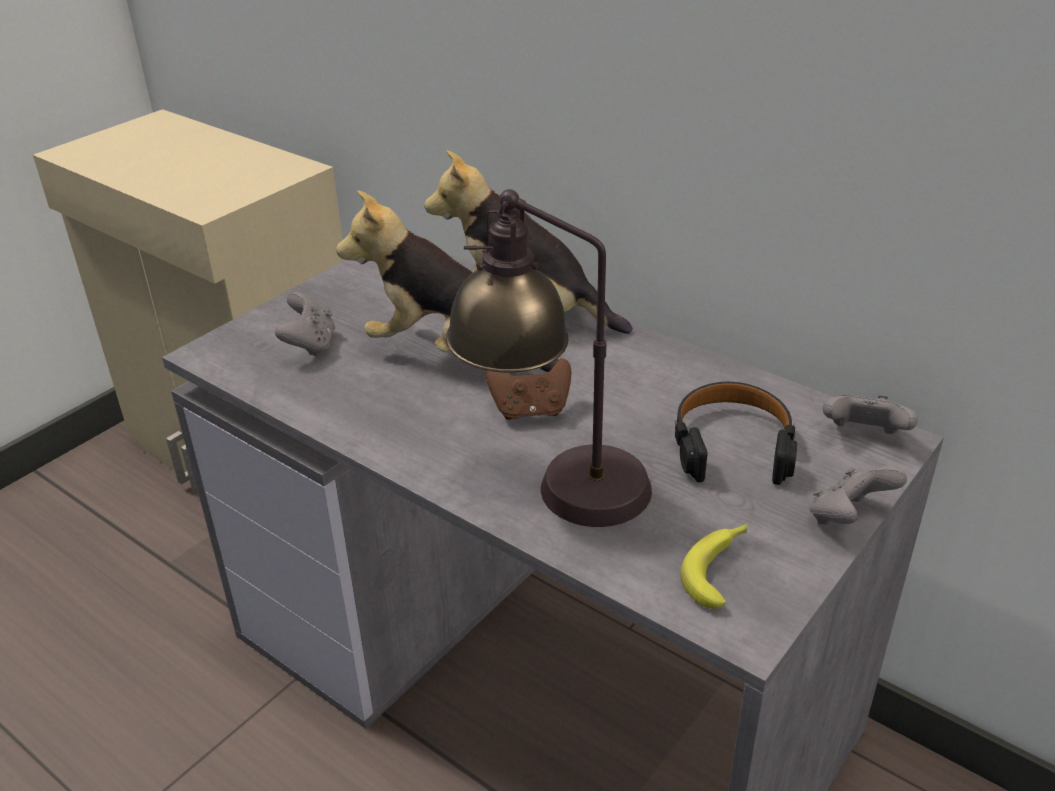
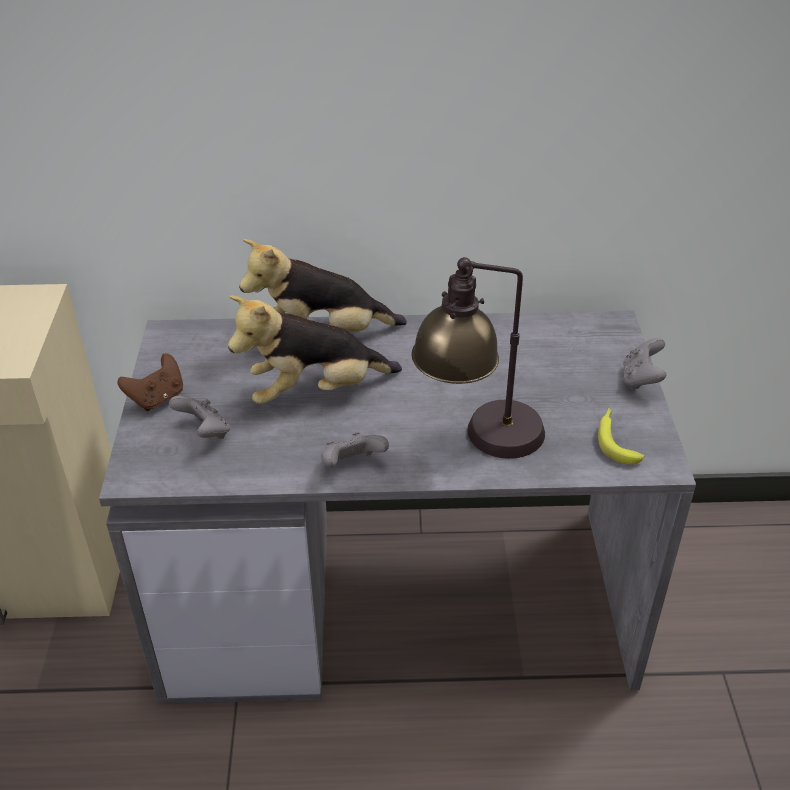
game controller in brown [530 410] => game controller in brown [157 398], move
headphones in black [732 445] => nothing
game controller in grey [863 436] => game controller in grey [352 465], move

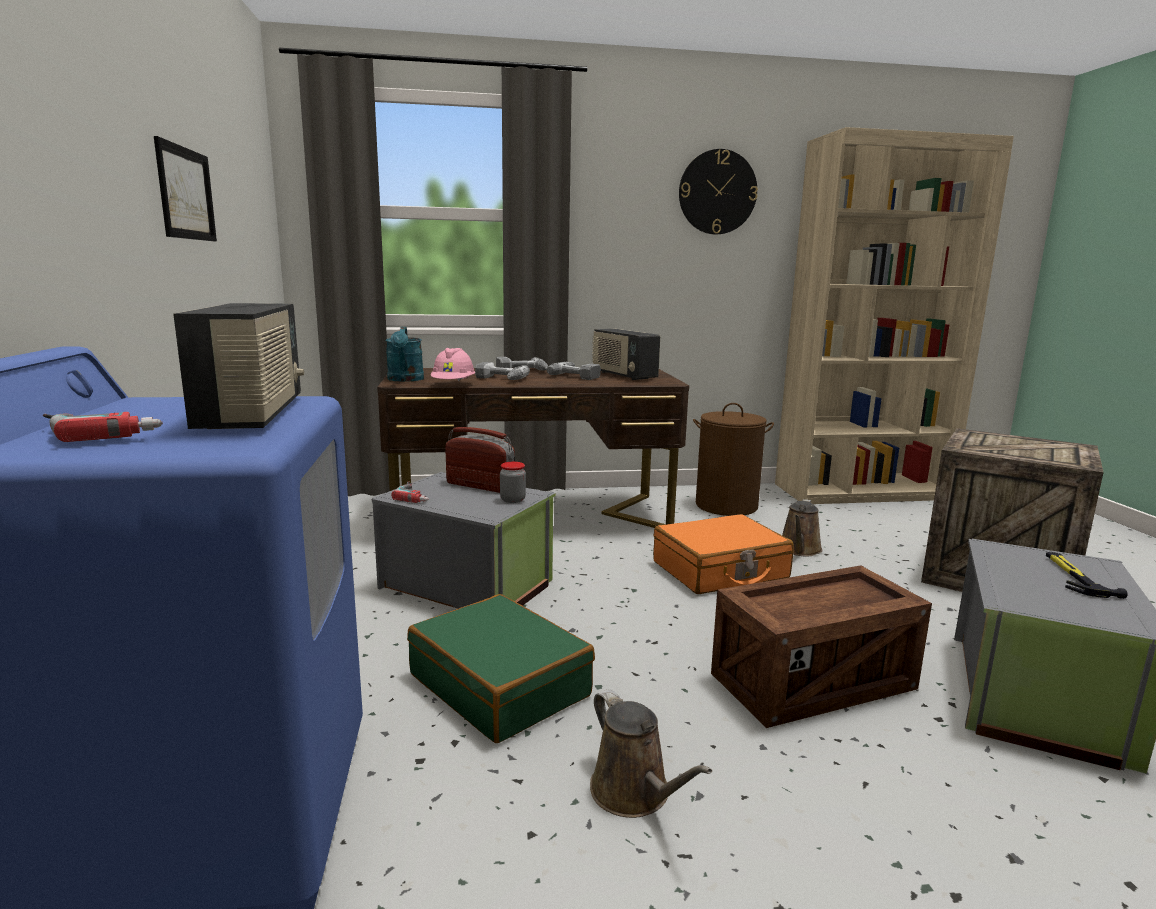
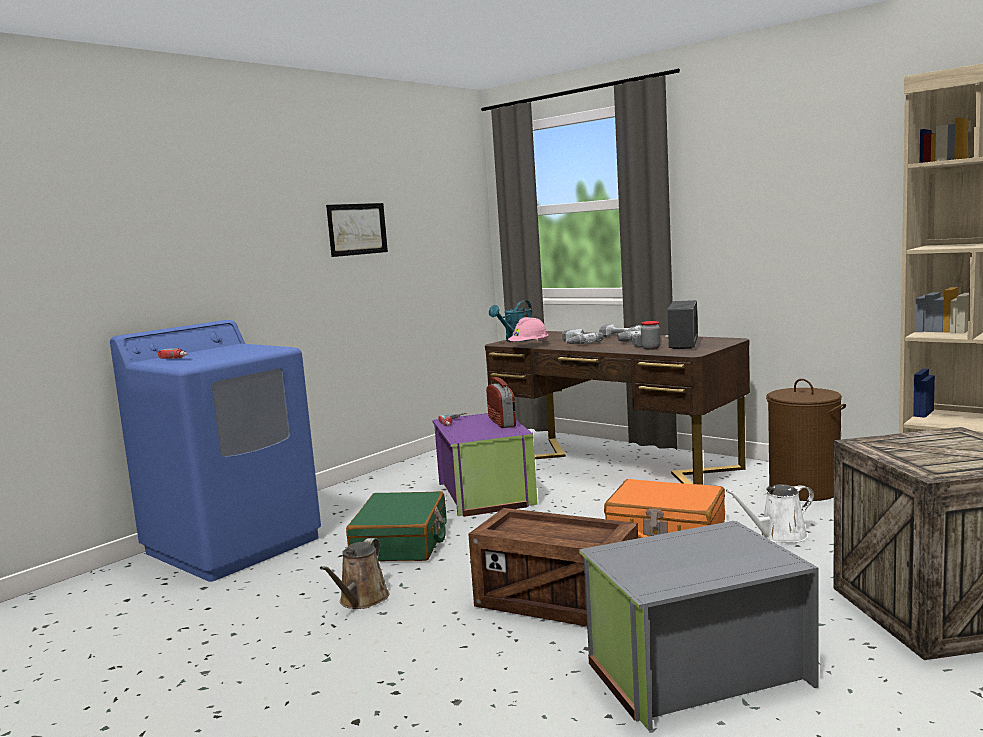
radio [254 414] => nothing
storage box in grey [466 586] => storage box in purple [484 494]
jar [512 500] => jar [651 348], move
wall clock [717 192] => nothing
watering can in brown [799 550] => watering can in white [779 536]
hammer [1074 577] => nothing

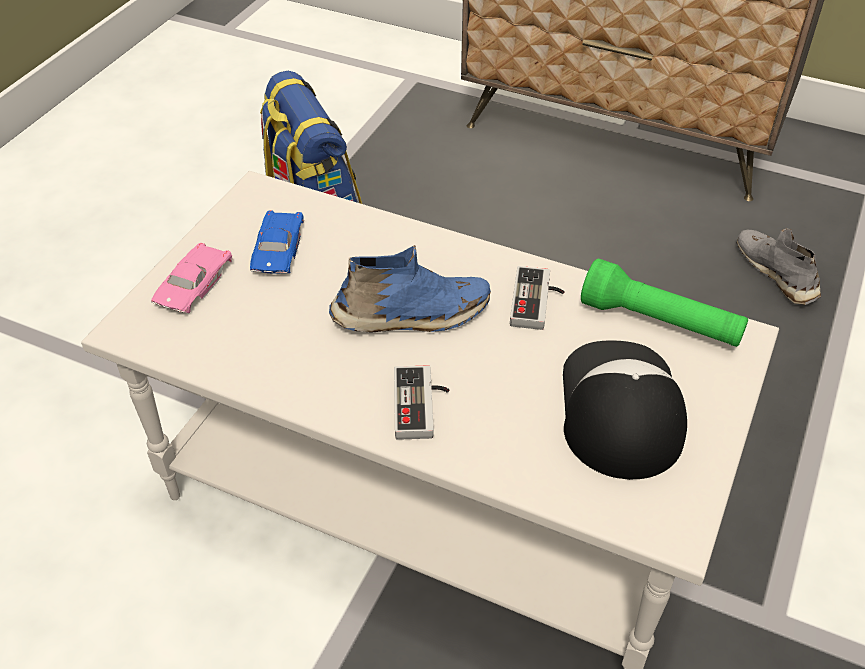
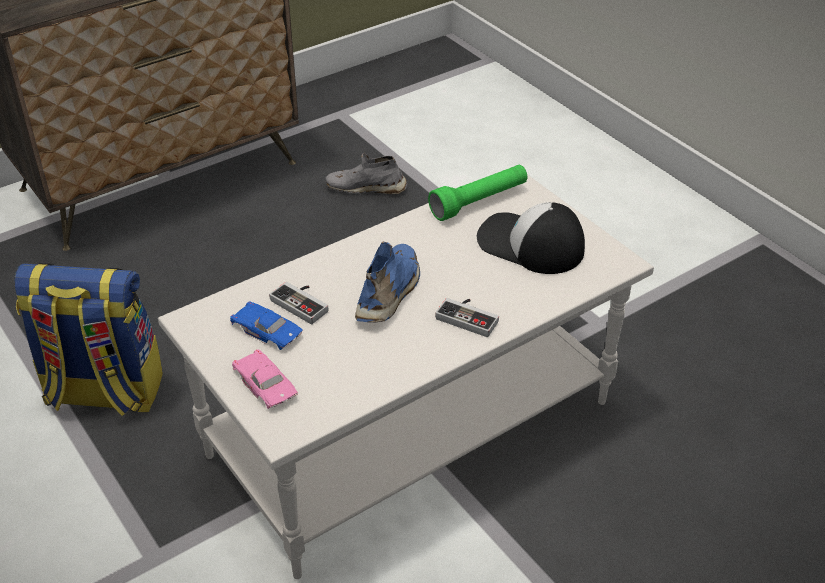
game controller [538 302] => game controller [303 303], move

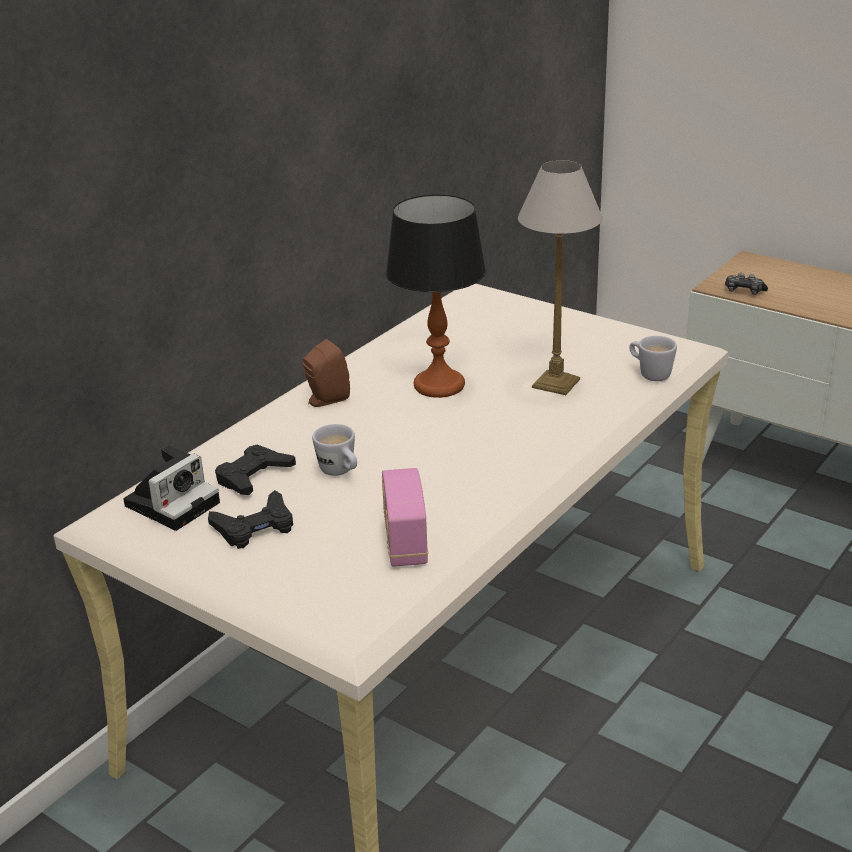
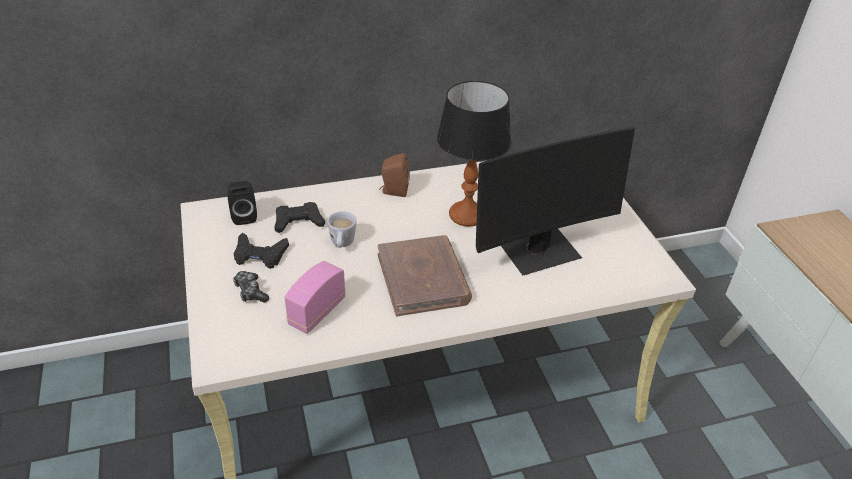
photo camera [174 502] => speaker in black [244 216]
table lamp [555 383] => monitor [538 251]
mug in white [649 373] => nothing
game controller [744 291] => game controller [251 292], move
nothing => book in brown [423 278]

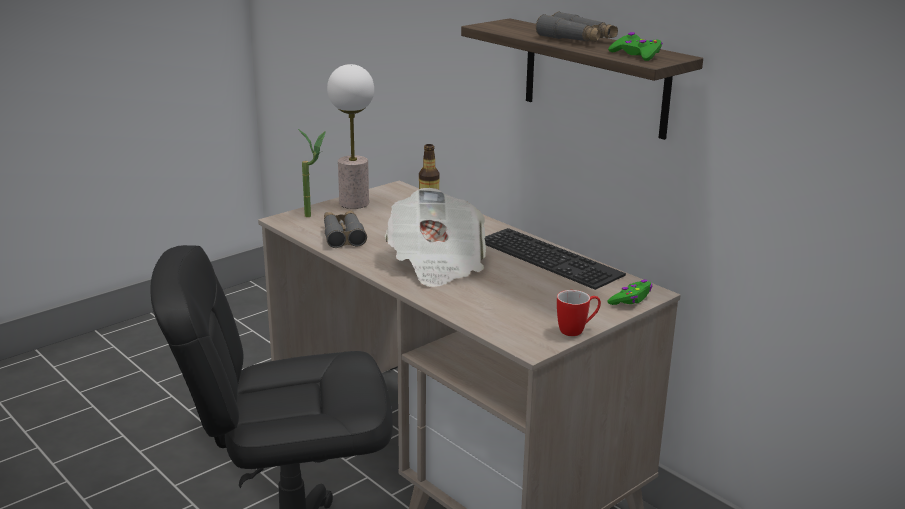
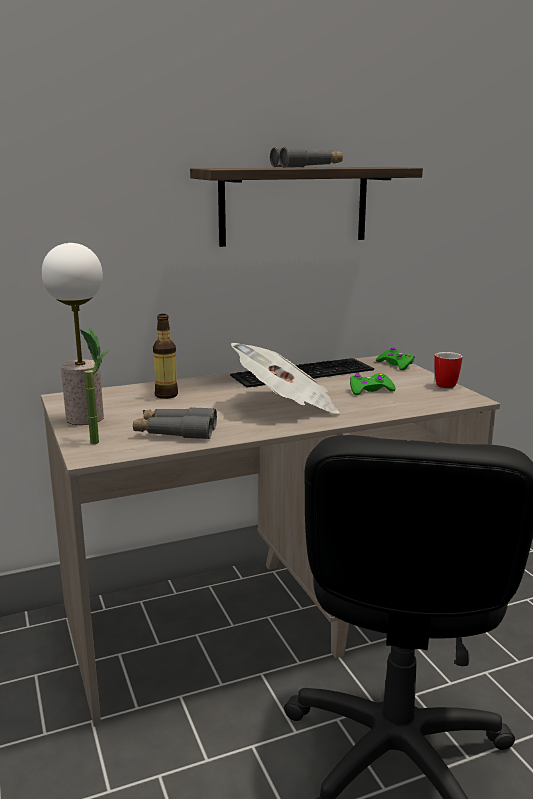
game controller in green [636 55] => game controller in green [370 390], move

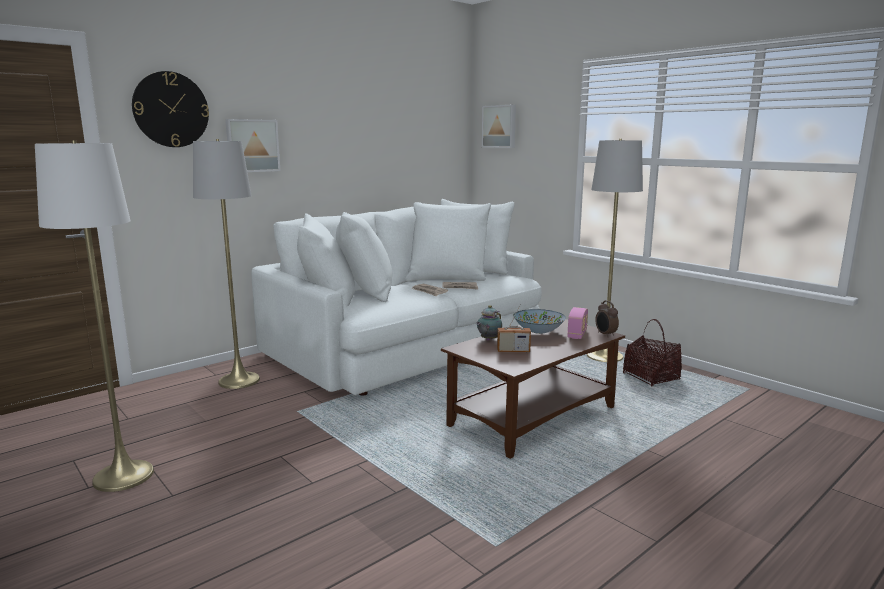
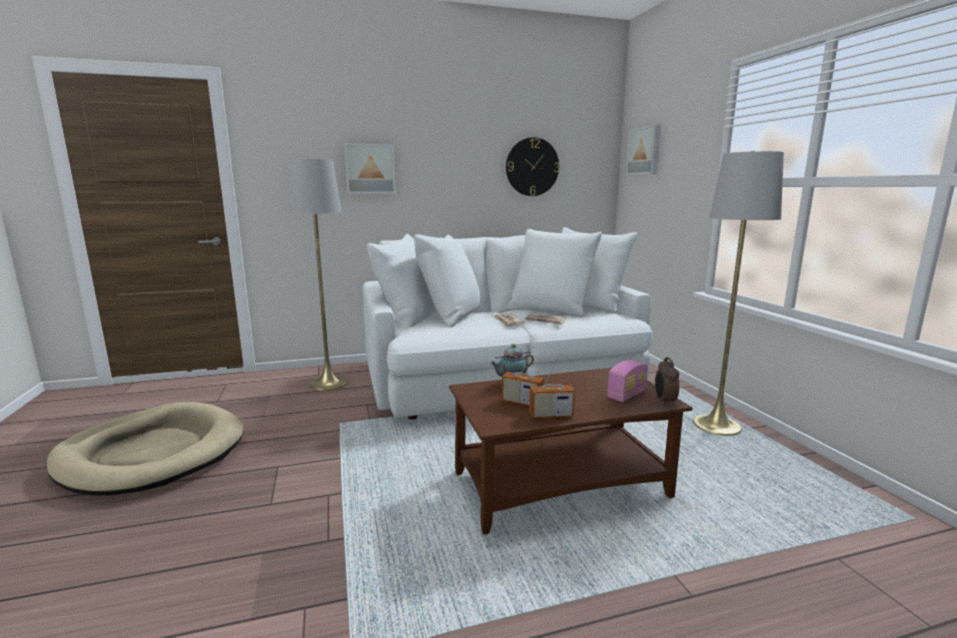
floor lamp in white [123 476] => dog bed in beige [152 453]
wall clock [171 109] => wall clock [532 167], move
bowl [538 331] => nothing
basket [651 377] => nothing
nothing => radio [551 415]

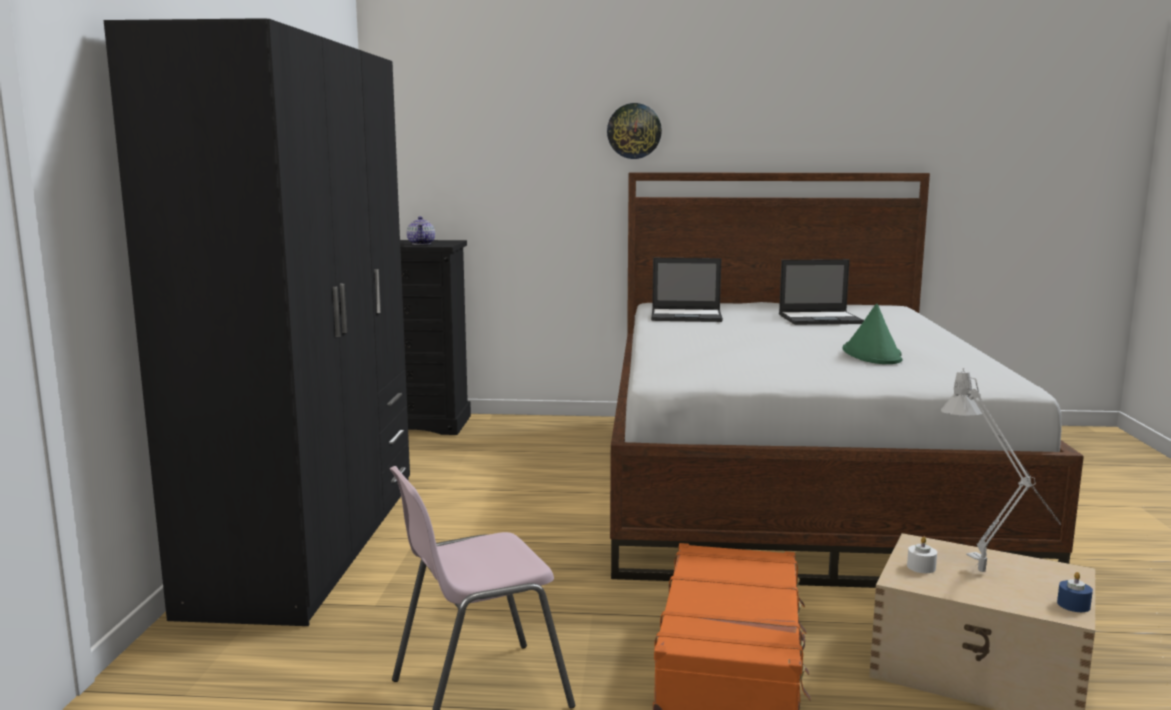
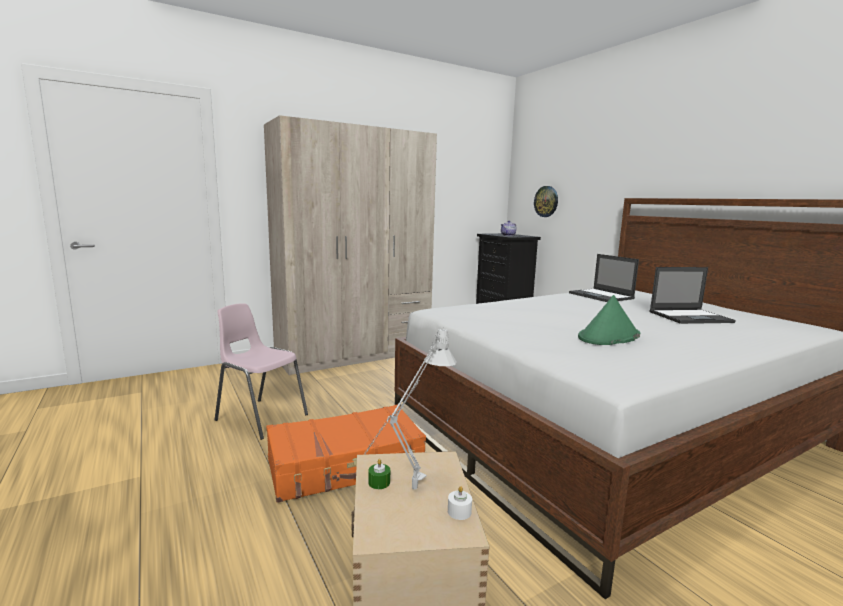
wardrobe in black [309 543] => wardrobe in beige [355 354]
wall clock [634 131] => wall clock [546 201], move
laptop [821 319] => laptop [690 317], 60 degrees counterclockwise
candle in white [921 567] => candle in white [459 511], move
candle in blue [1073 605] => nothing
nothing => candle in green [379 482]

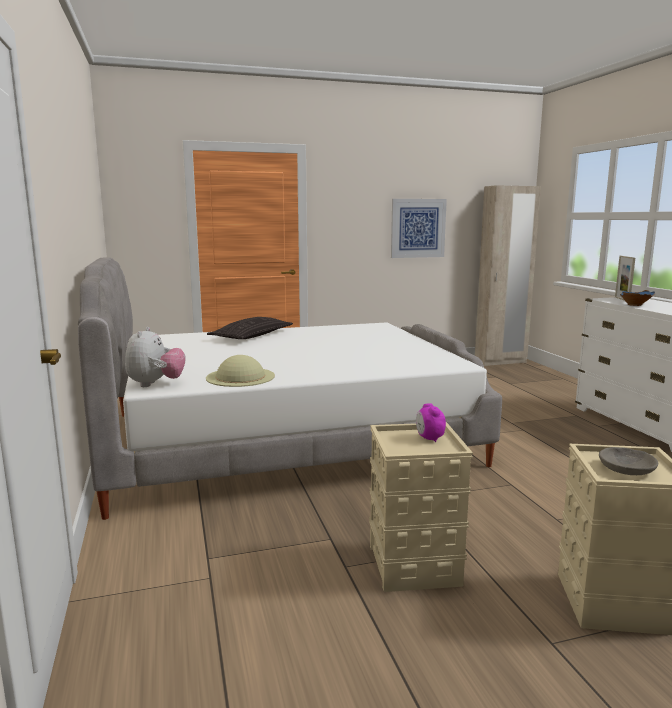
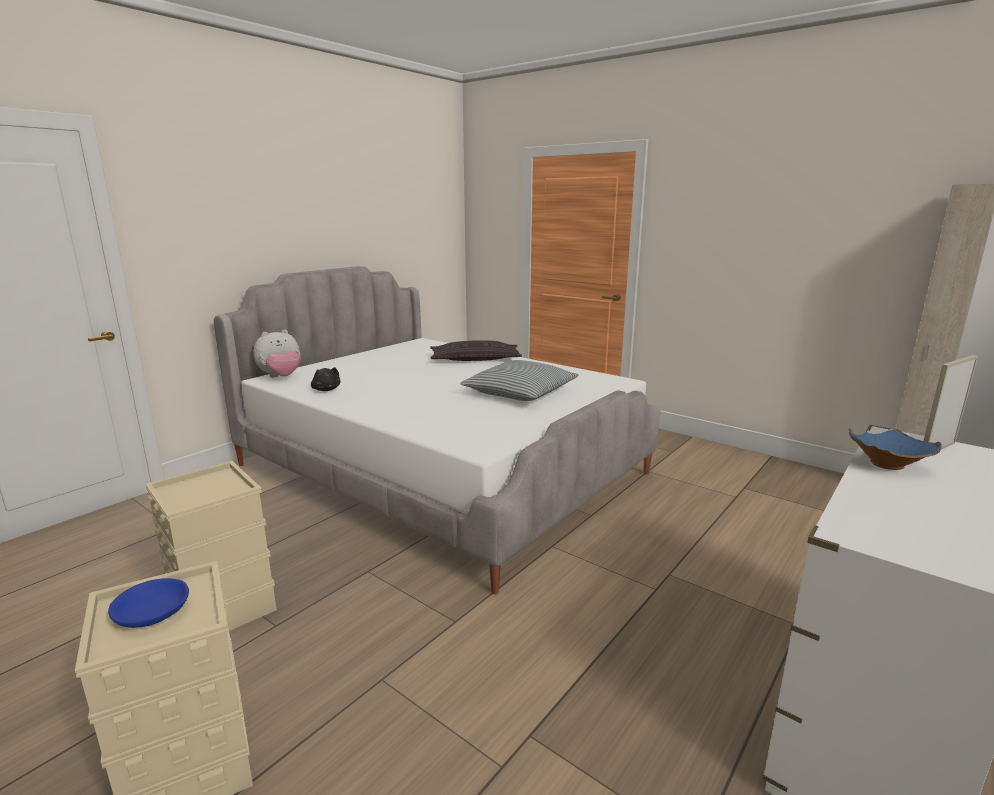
hat in beige [240 377] => plush toy in black [326 390]
picture [418 228] => nothing
alarm clock [429 438] => nothing
bowl in grey [627 469] => bowl in blue [153 613]
nothing => pillow [520 392]

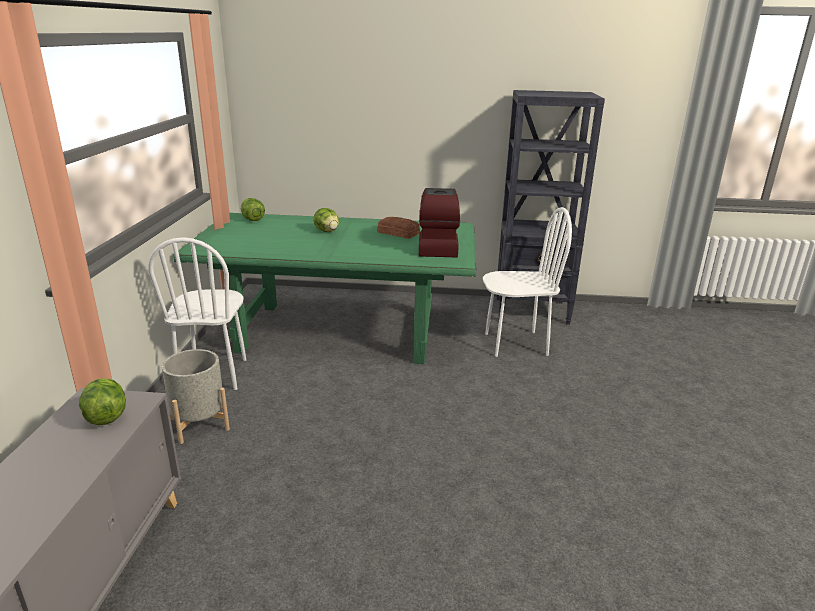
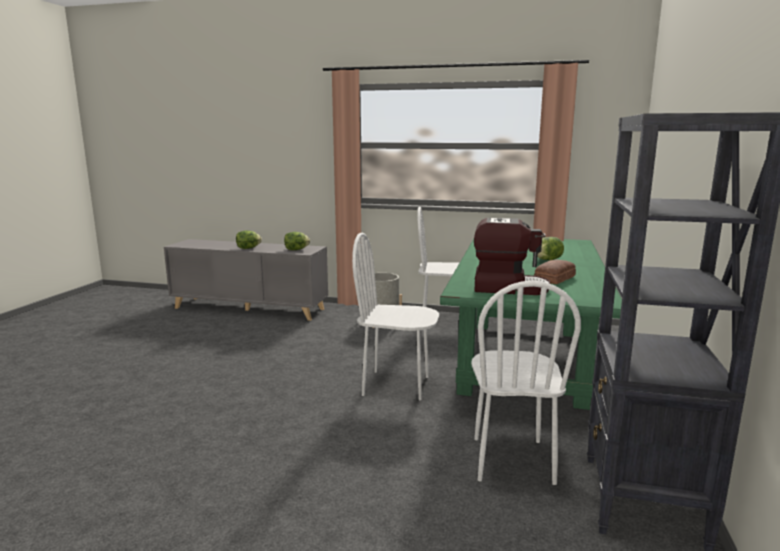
lettuce [252 219] => lettuce [248 248], move
nothing => chair in white [396 385]

